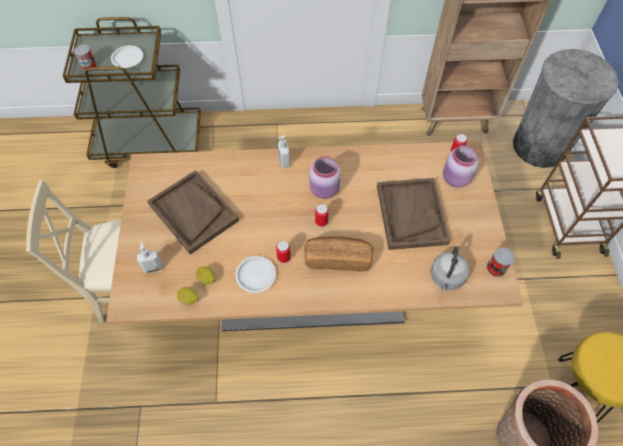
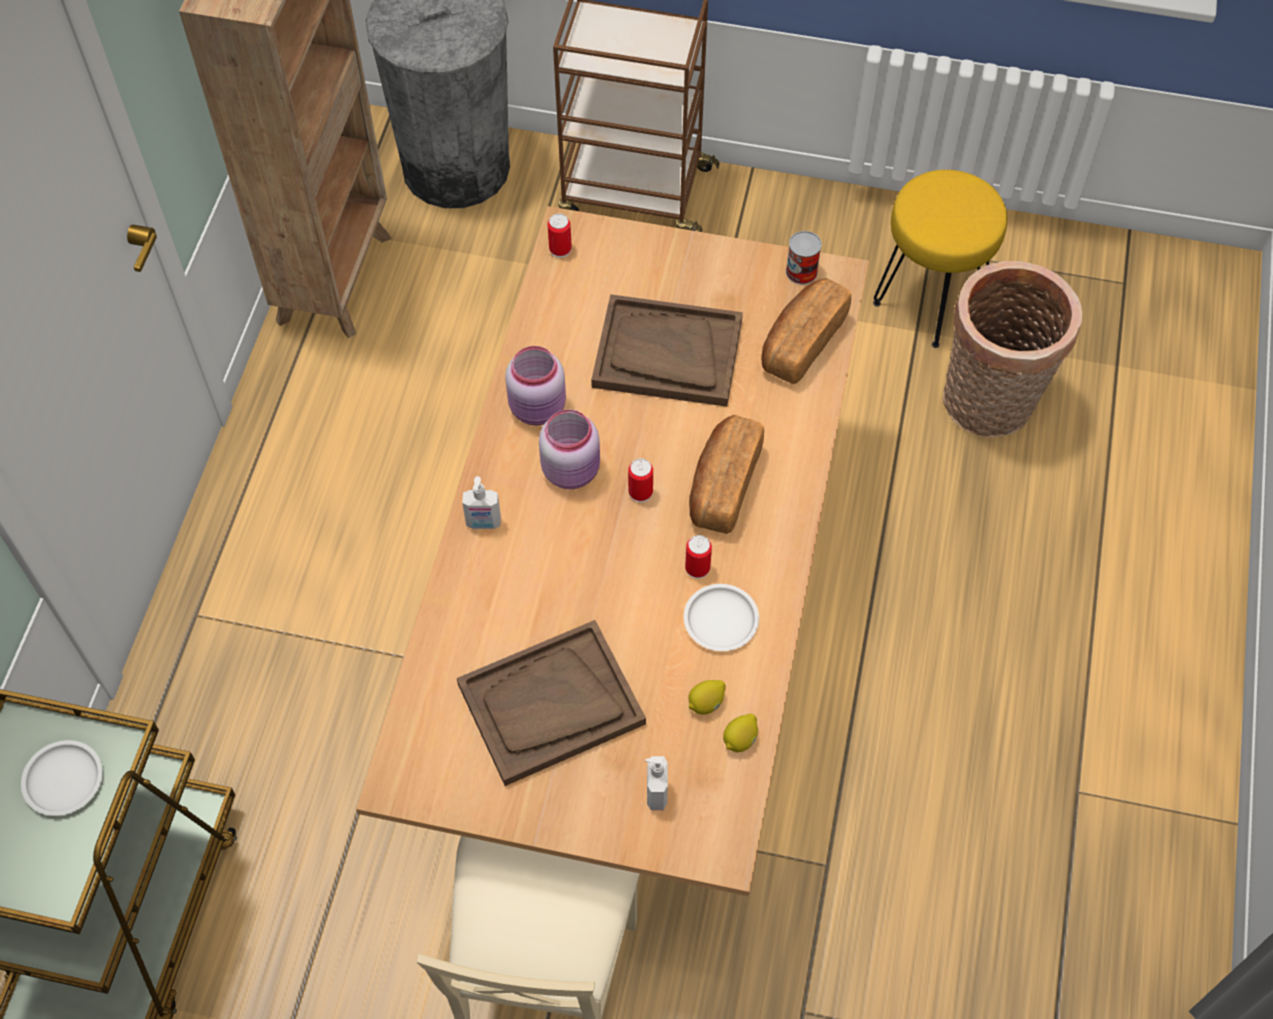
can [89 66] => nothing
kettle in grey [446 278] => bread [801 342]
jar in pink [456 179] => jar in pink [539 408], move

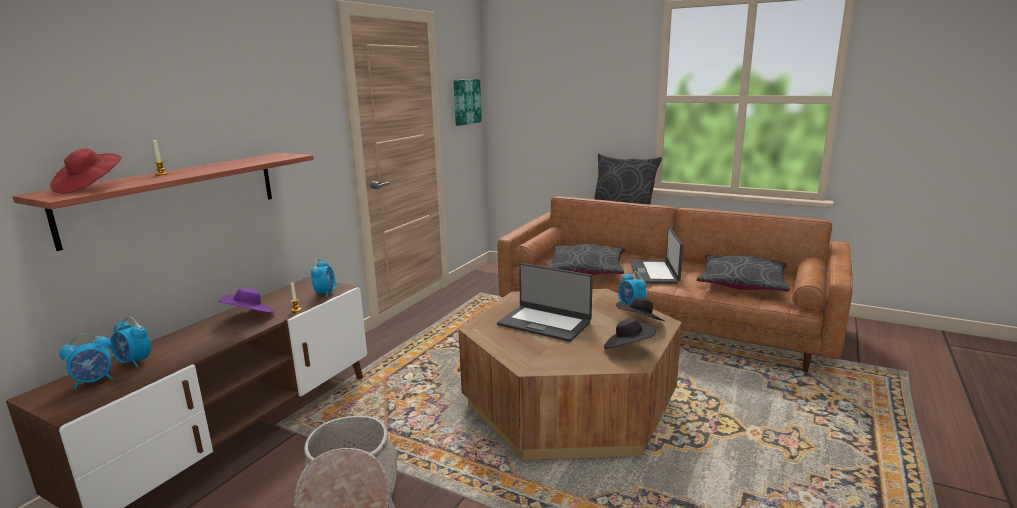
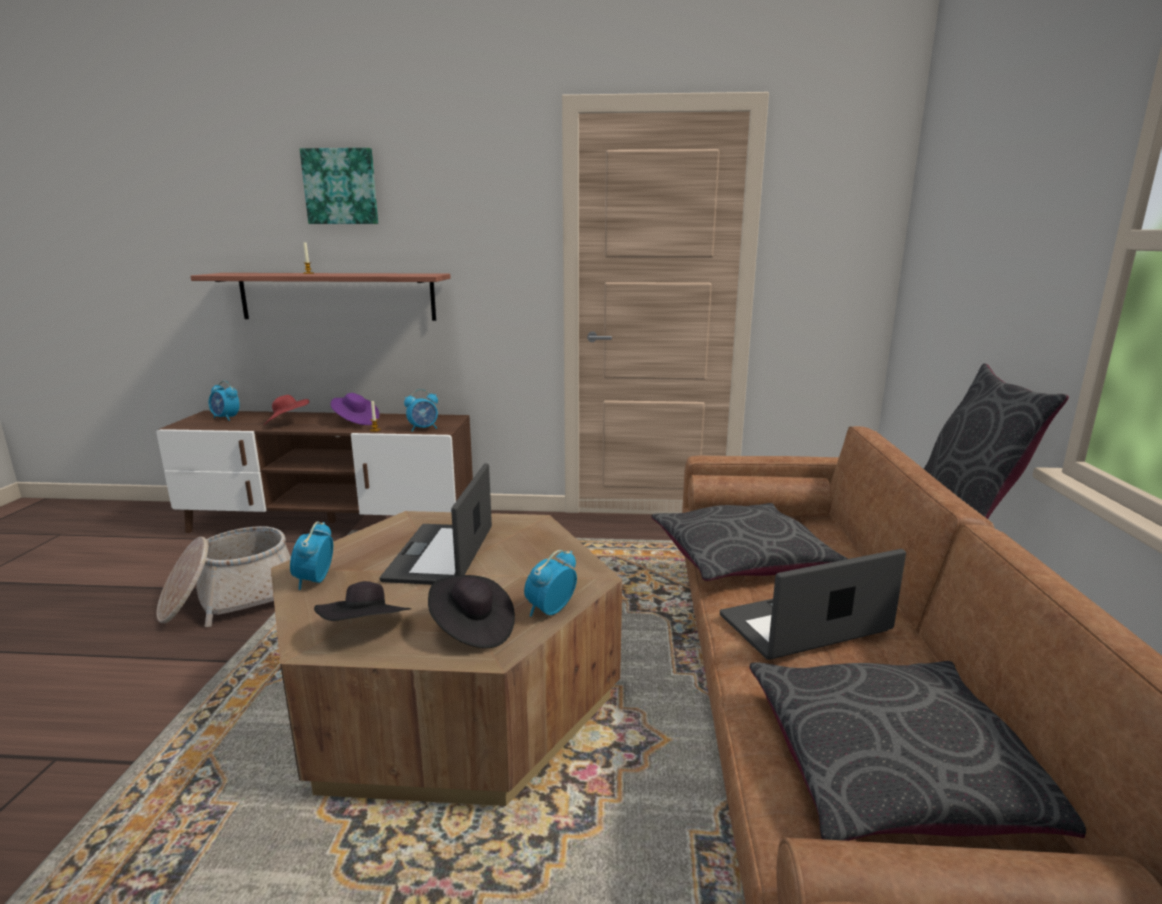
hat in red [90 187] => hat in red [287 423], move
alarm clock [134 362] => alarm clock [315 581], move
picture [466 101] => picture [341 187], move

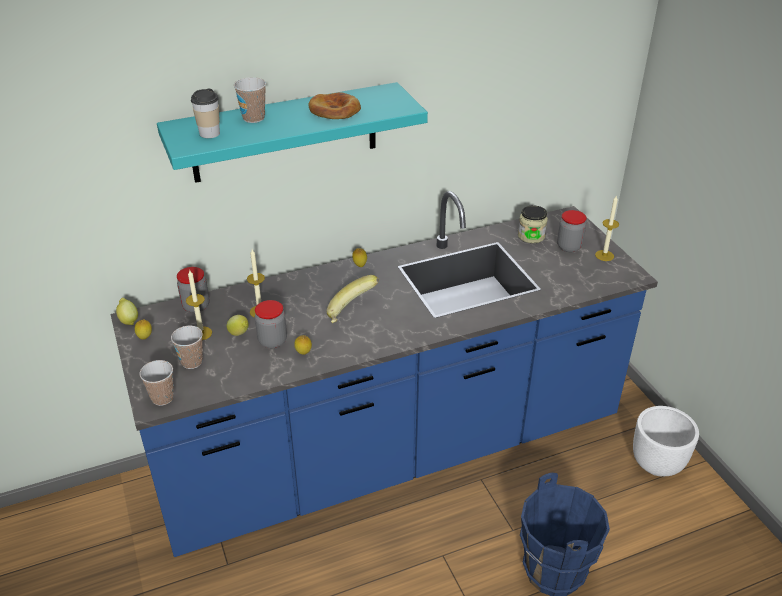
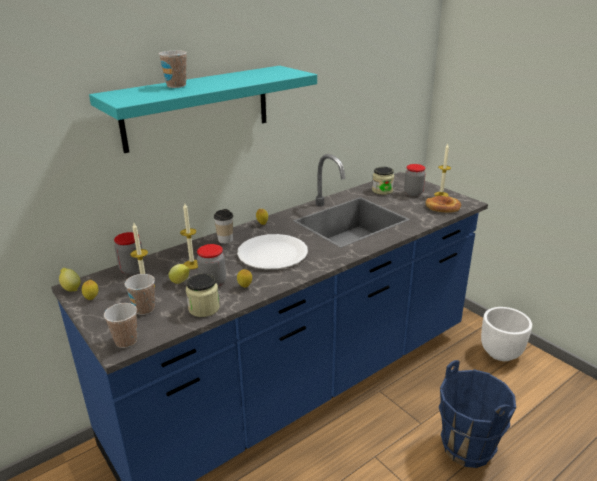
cup [209 133] => cup [225 240], move
bread [335 110] => bread [443 207], move
banana [352 313] => plate in white [272 254]
nothing => jar [204 308]

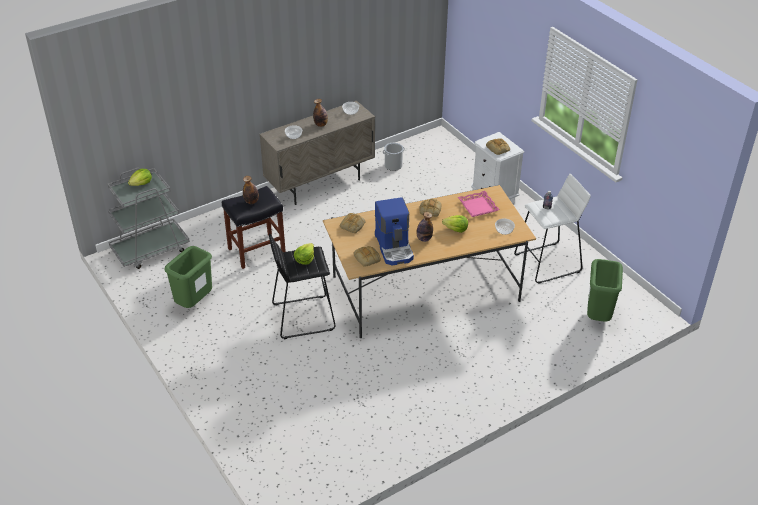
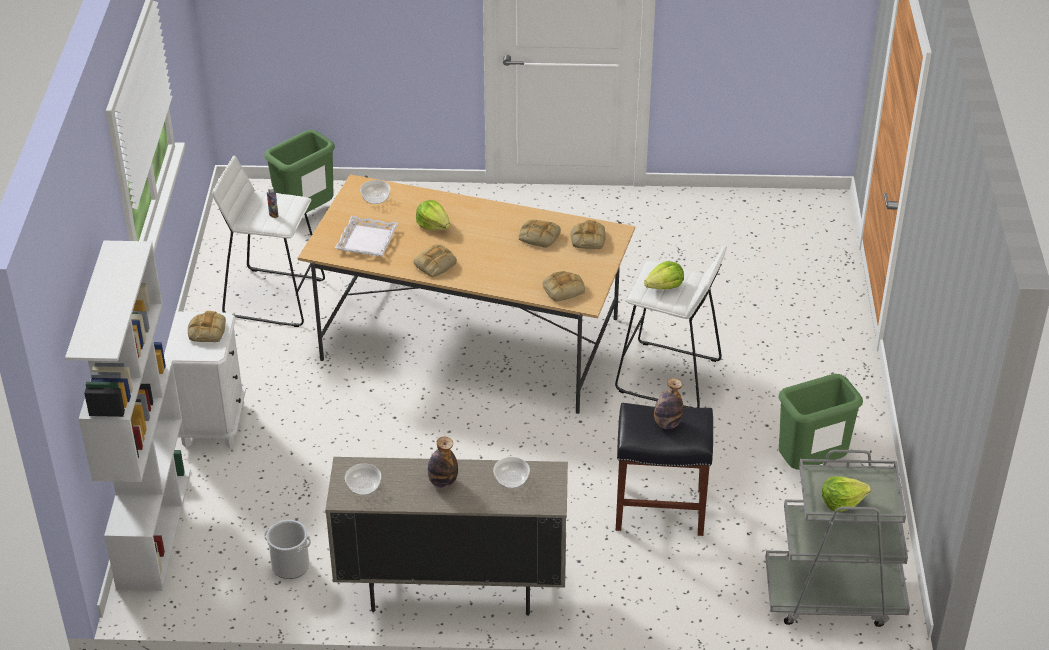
stool in black [302 317] => stool in white [669 377]
coffee machine [394 247] => bread [538 237]
bottle [424 239] => nothing
tray in pink [478 206] => tray in white [366 240]
nothing => bookcase in white [153 527]

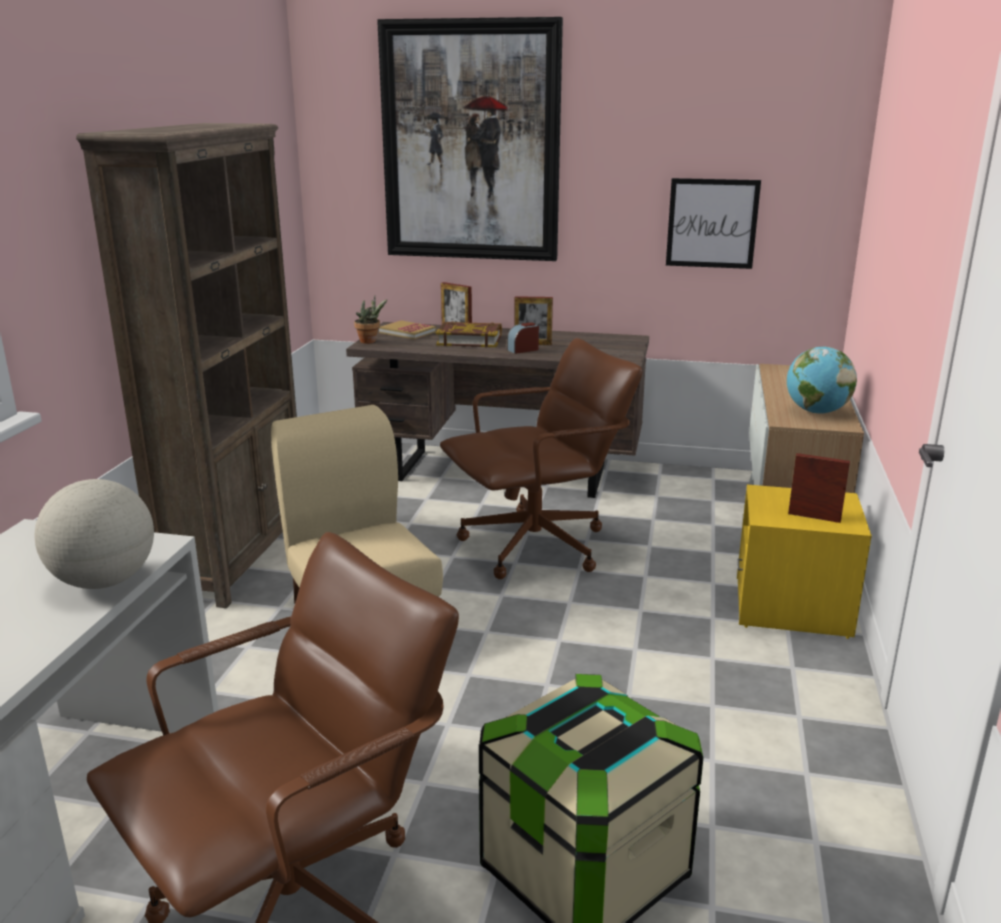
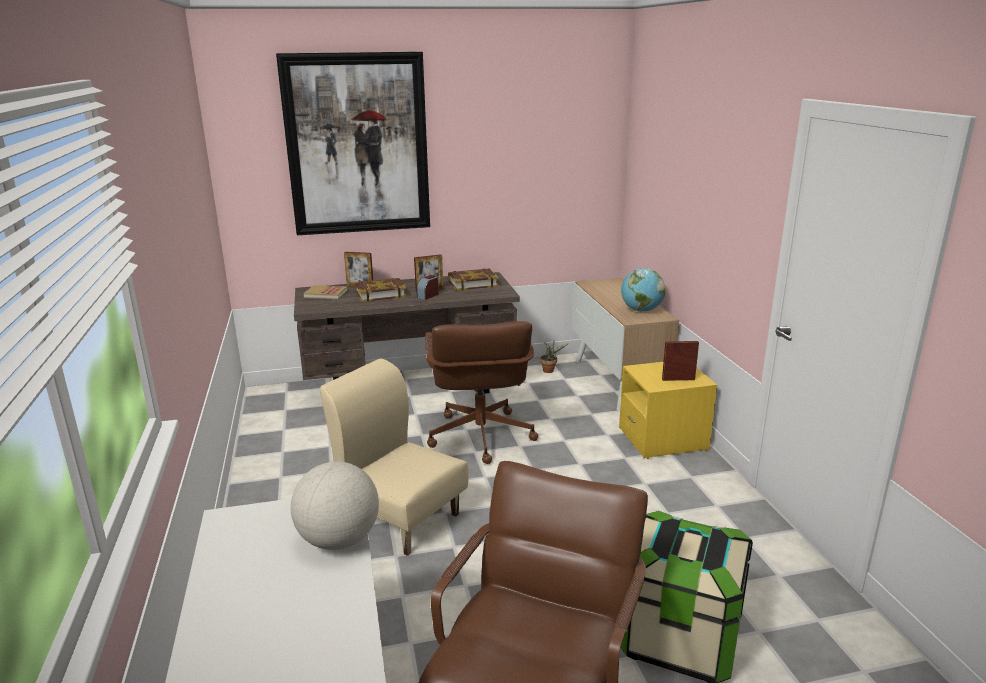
bookcase in brown [238 556] => nothing
potted plant [370 341] => potted plant [550 370], move
office chair in brown [537 546] => office chair in brown [480 436], 135 degrees clockwise
picture [712 223] => nothing
nothing => book [472 283]

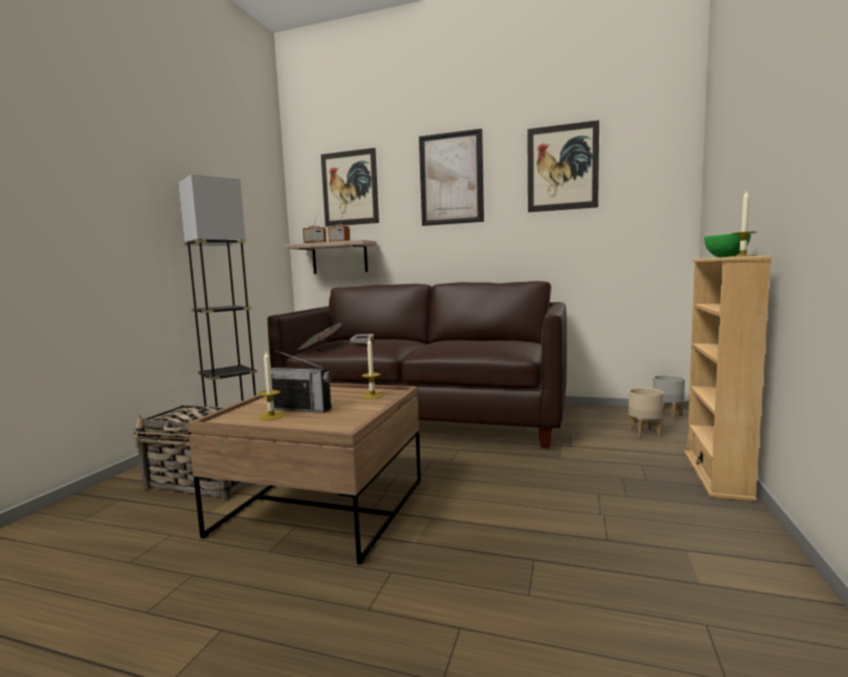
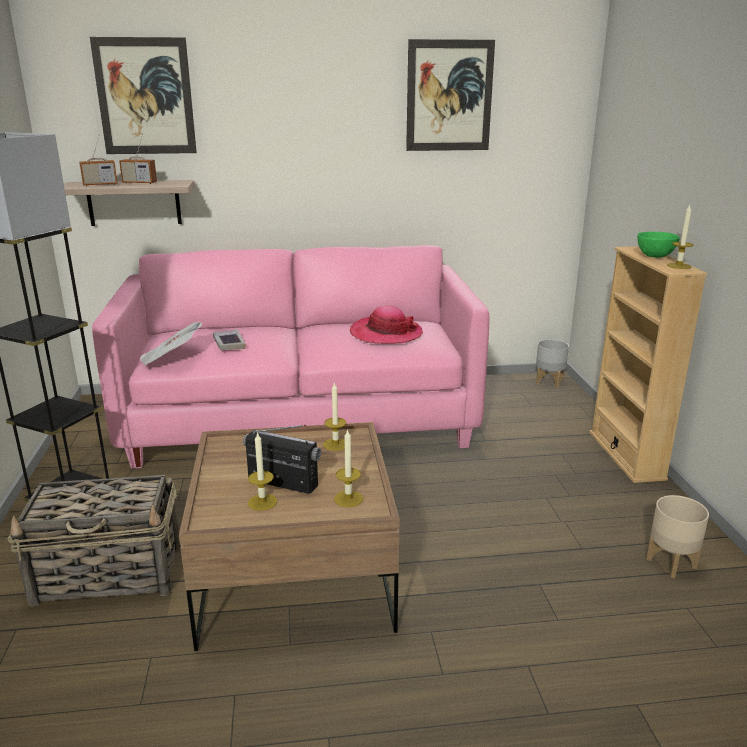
sofa in brown [427 417] => sofa in pink [302 420]
radio [301 409] => radio [282 483], 150 degrees counterclockwise
picture [451 179] => nothing
planter in beige [645 433] => planter in beige [671 563], move
nothing => candle [348 498]
nothing => hat [386 333]

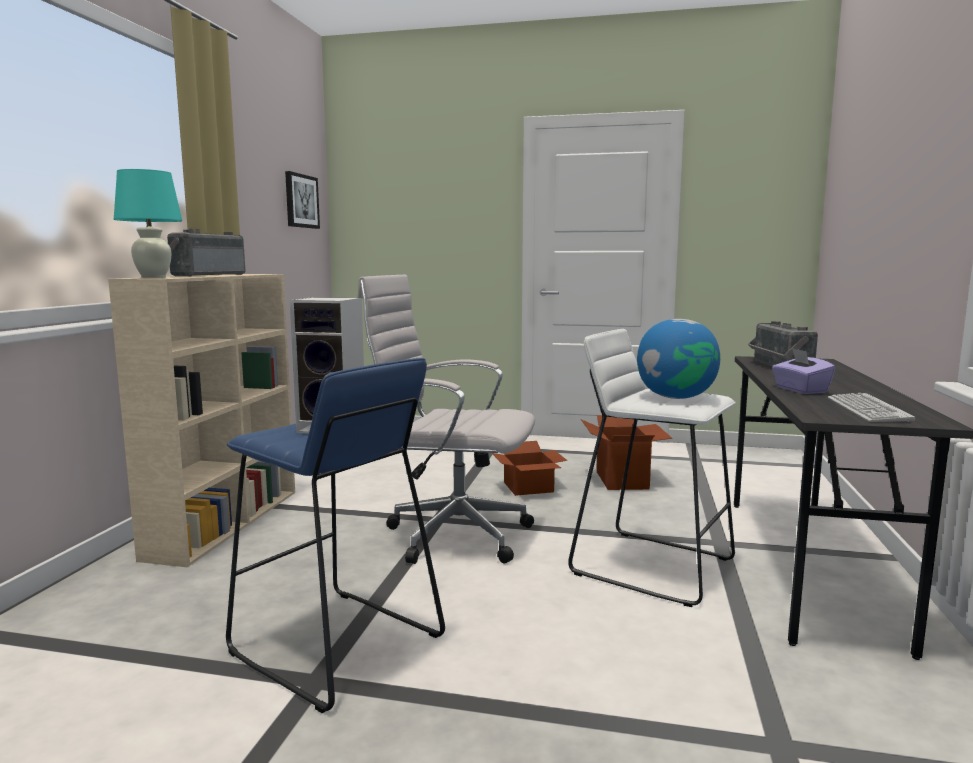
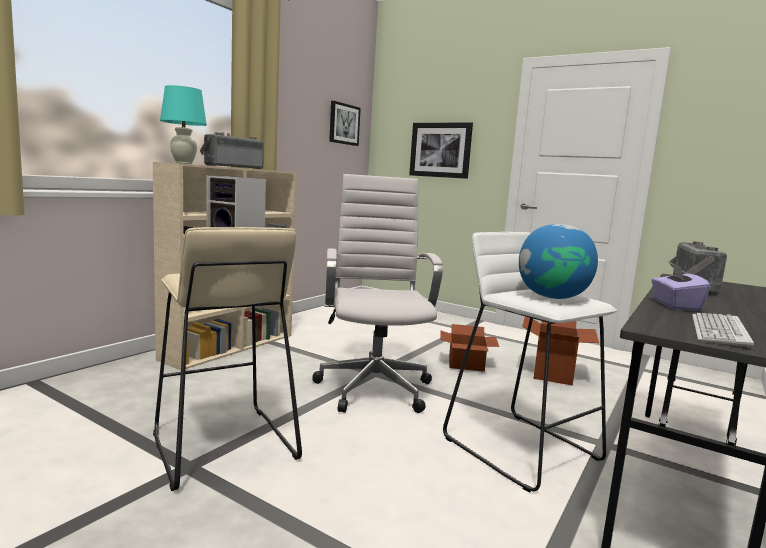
stool in blue [336 646] => stool in beige [222 446]
office chair in white [451 535] => office chair in white [374 387], 45 degrees clockwise
nothing => picture [440 150]

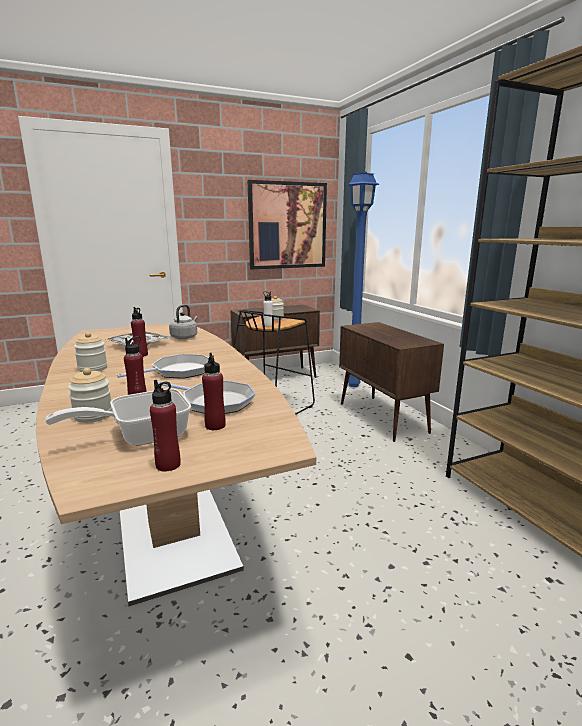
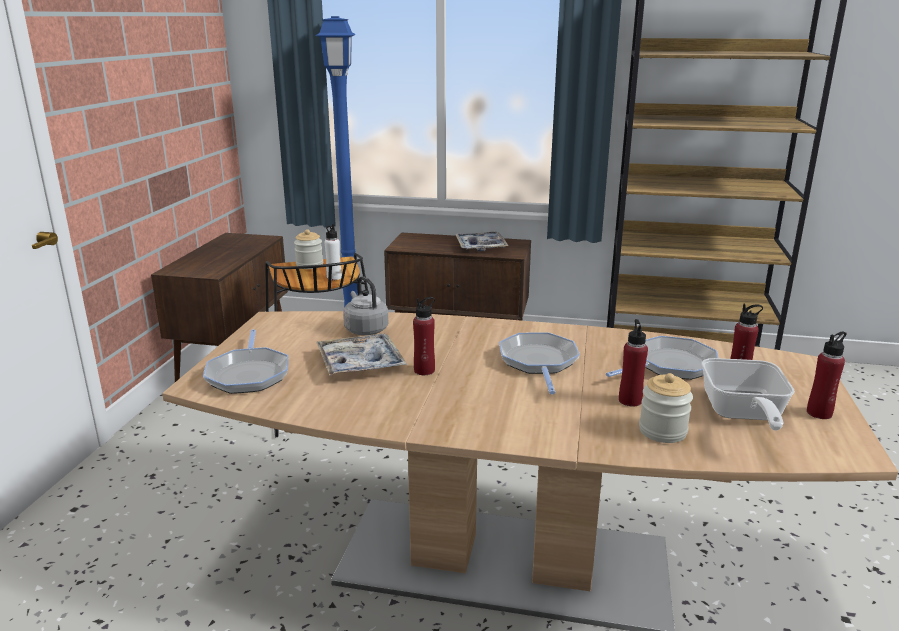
jar [92 368] => nothing
picture [287 225] => nothing
nothing => frying pan [248 374]
nothing => tray [481 246]

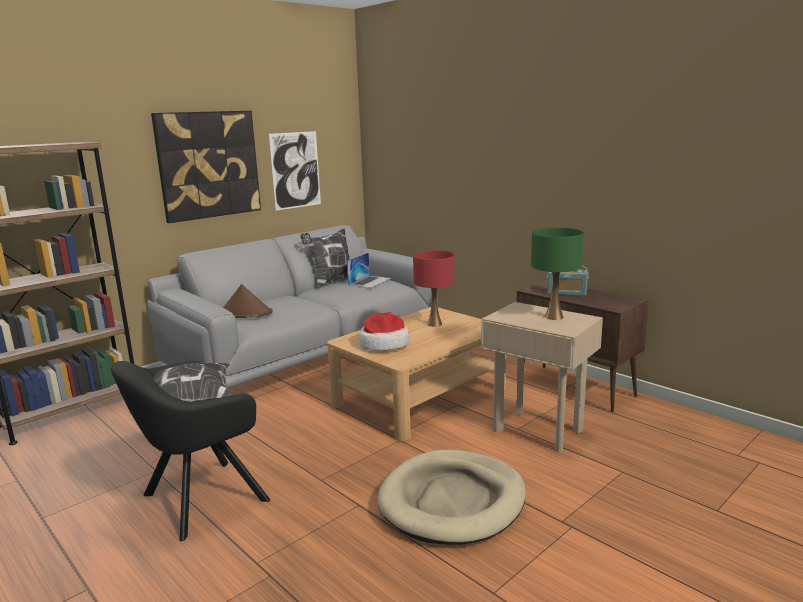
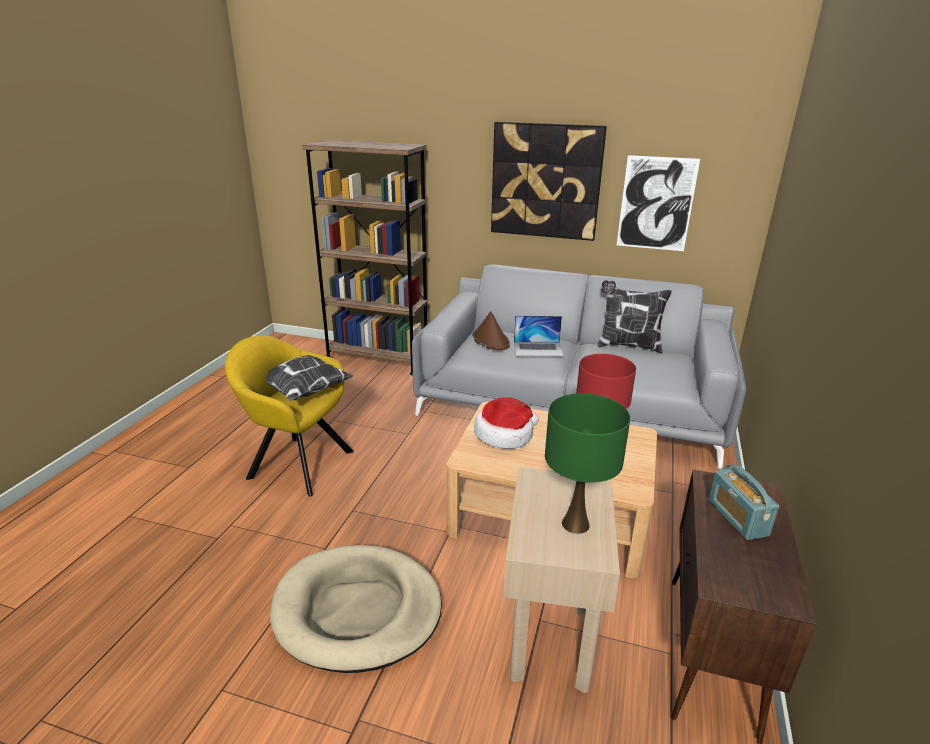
armchair in black [198 500] => armchair in yellow [296 462]
laptop [369 281] => laptop [538 349], move

